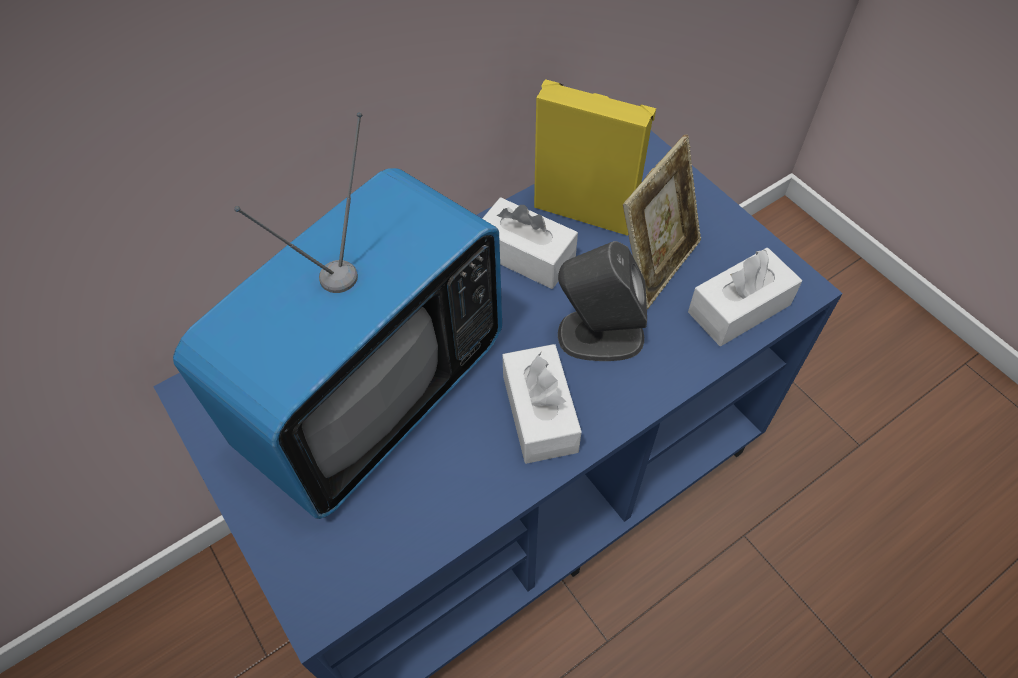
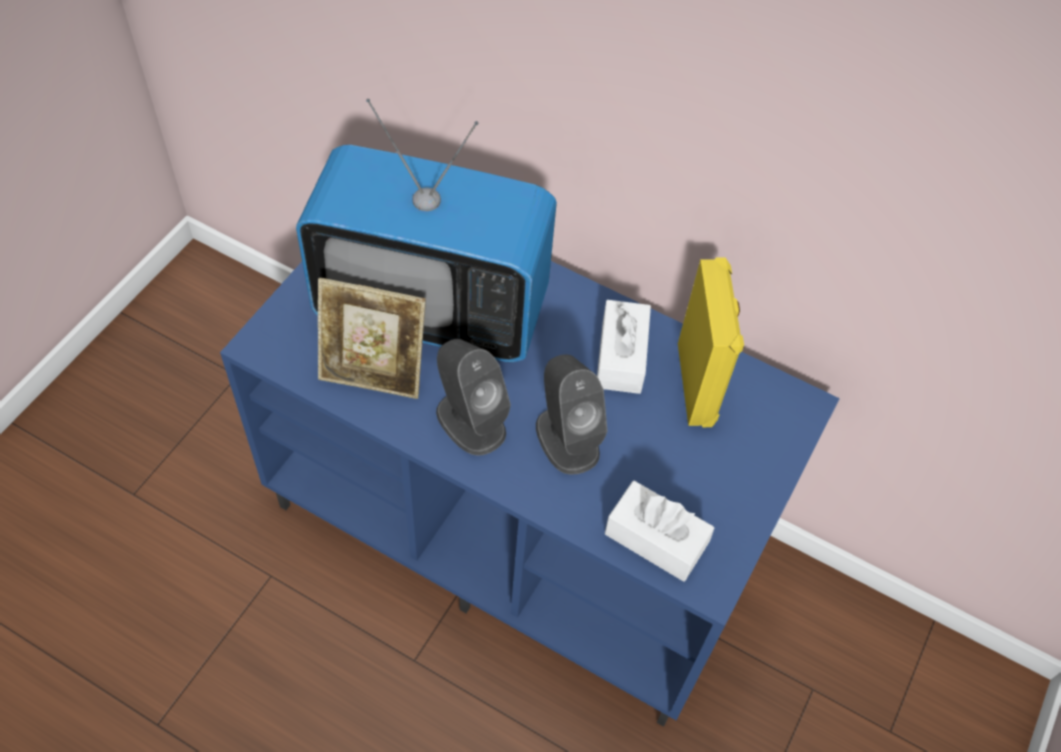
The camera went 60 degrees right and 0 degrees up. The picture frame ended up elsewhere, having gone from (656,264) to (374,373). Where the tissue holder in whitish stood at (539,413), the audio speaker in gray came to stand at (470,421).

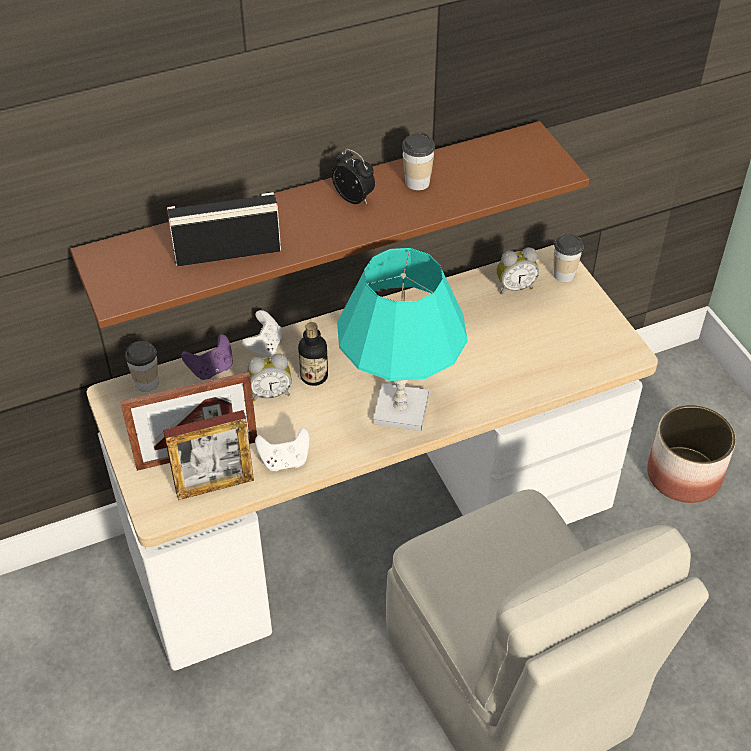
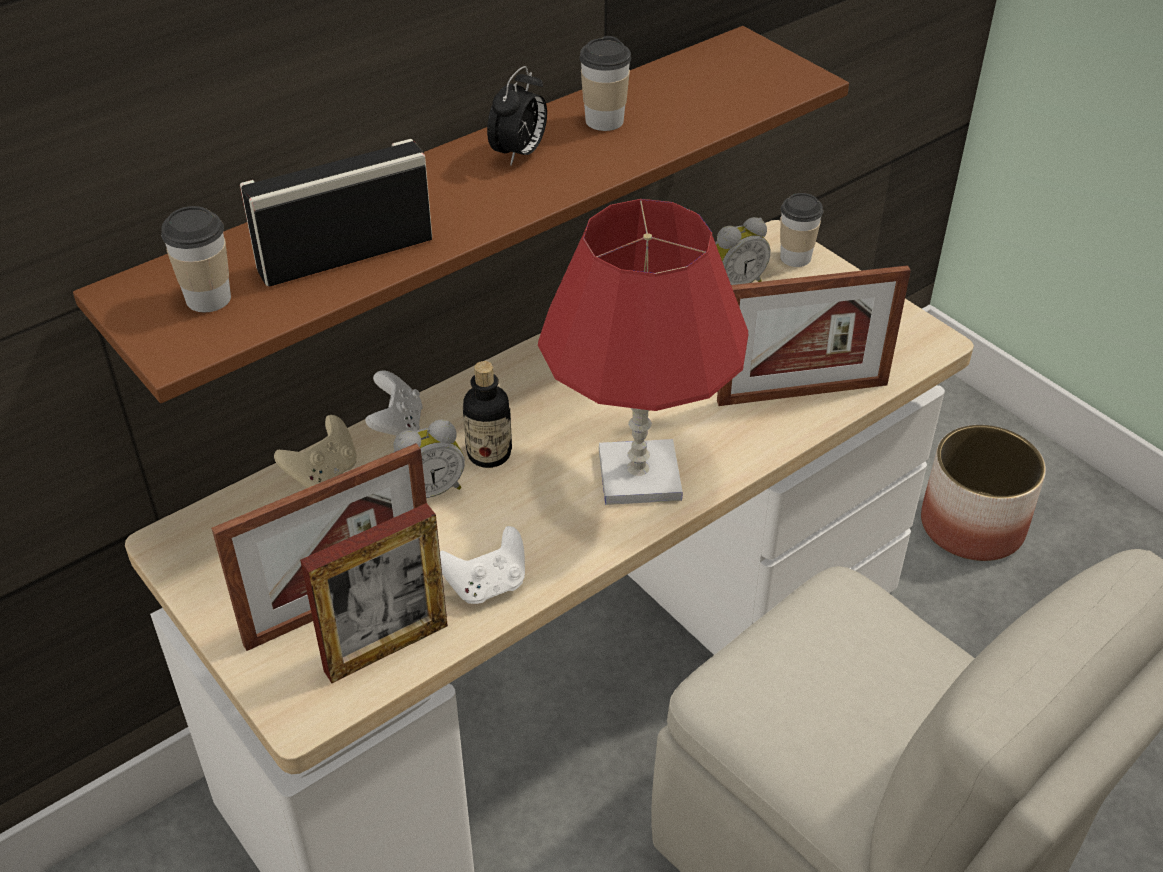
The camera went 15 degrees left and 5 degrees down. The small cup ended up elsewhere, having gone from (147,383) to (208,298). What was the joypad in purplish at (211,369) turned into the joypad in beige-coloured at (323,473). The table clock at (355,198) ended up facing another way, 90 degrees clockwise from before. What was the tabletop lamp in turquoise at (400,409) turned into the tabletop lamp in red at (638,476). The second view gained the picture frame at (802,393).

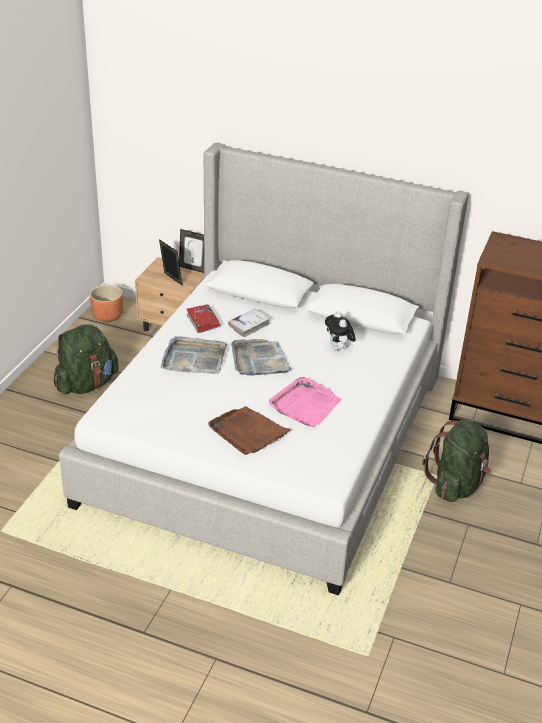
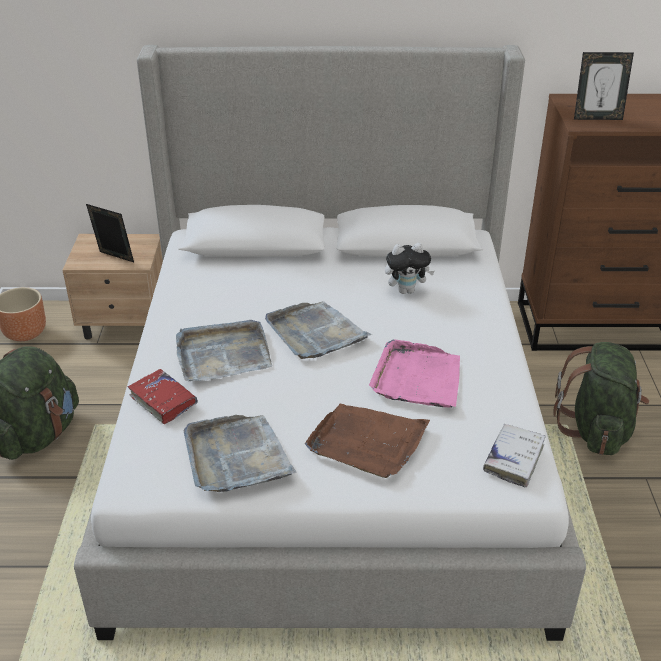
The camera went 20 degrees left and 0 degrees up. The bound book in red ended up elsewhere, having gone from (203,322) to (163,401). The second view gained the serving tray in gray at (236,457). The soft toy at (338,348) ended up facing another way, 60 degrees counterclockwise from before. The bound book in whitish ended up elsewhere, having gone from (249,326) to (514,459). The picture frame ended up elsewhere, having gone from (193,268) to (597,118).

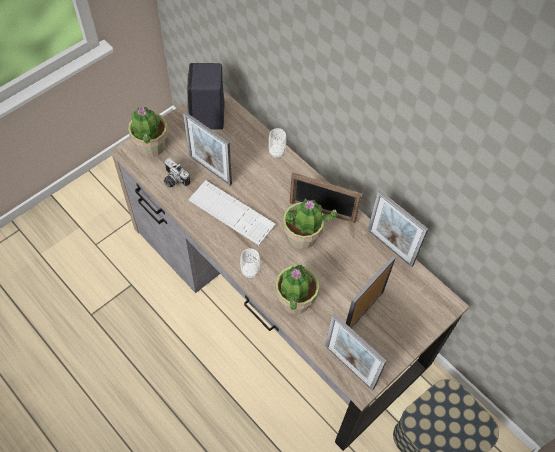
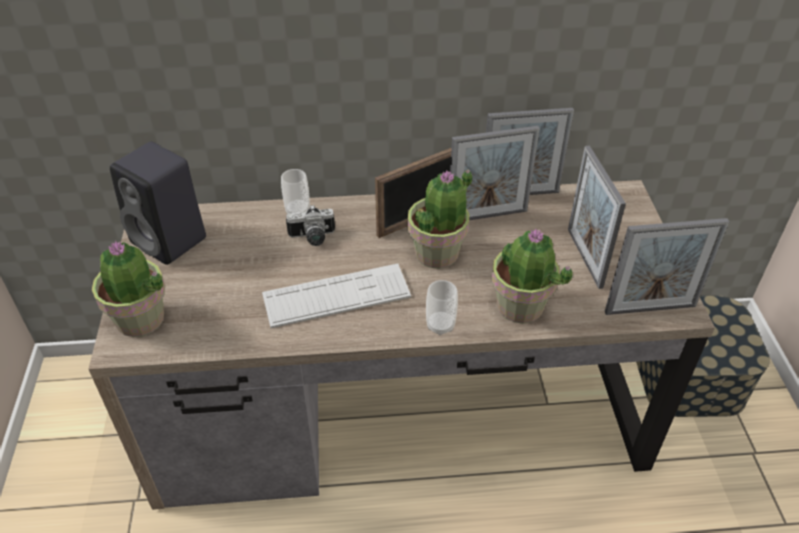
The camera went 50 degrees left and 15 degrees down. The still camera ended up elsewhere, having gone from (173,180) to (312,238). The picture frame ended up elsewhere, having gone from (210,169) to (487,216).

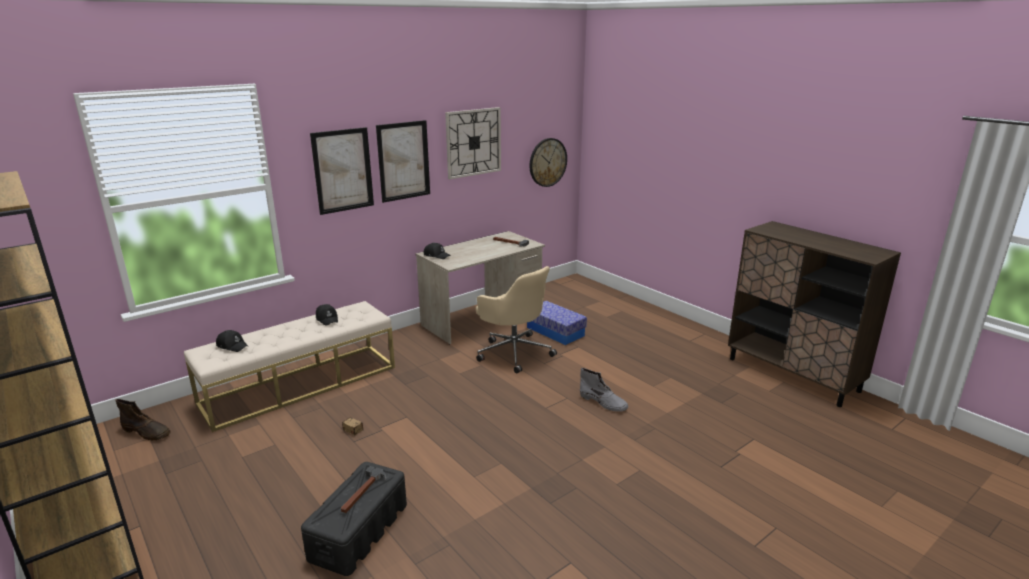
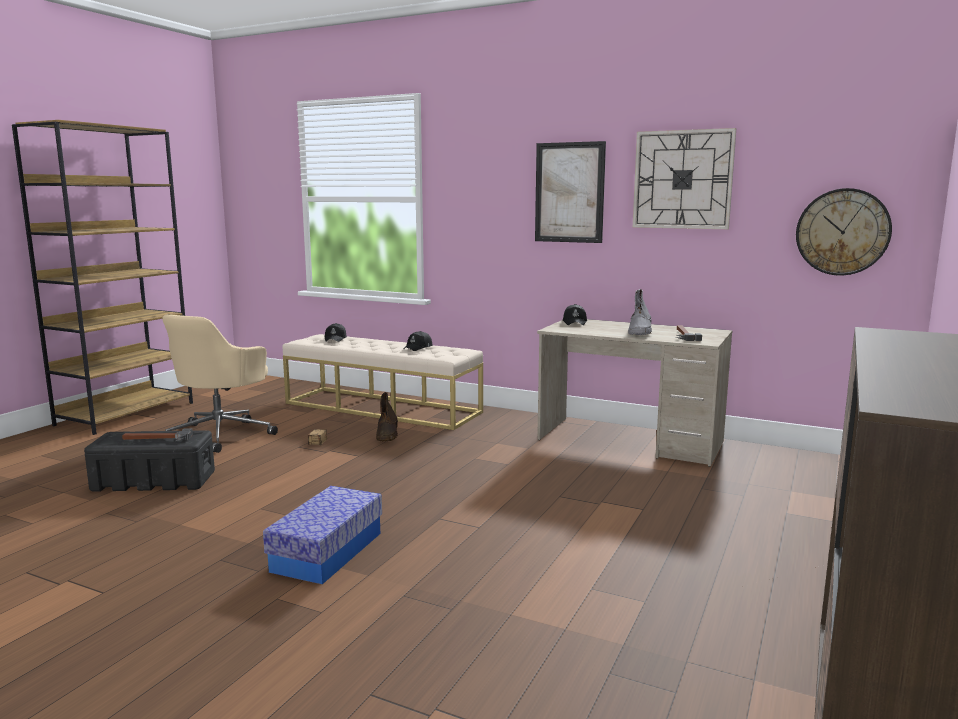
The camera went 65 degrees right and 10 degrees down. The desk chair in beige-coloured ended up elsewhere, having gone from (514,352) to (221,434). The storage container ended up elsewhere, having gone from (555,331) to (327,552). The high-top boot in brown-coloured ended up elsewhere, having gone from (147,432) to (387,434). The high-top boot in gray ended up elsewhere, having gone from (603,402) to (640,332). The second view lost the wall art at (343,170).

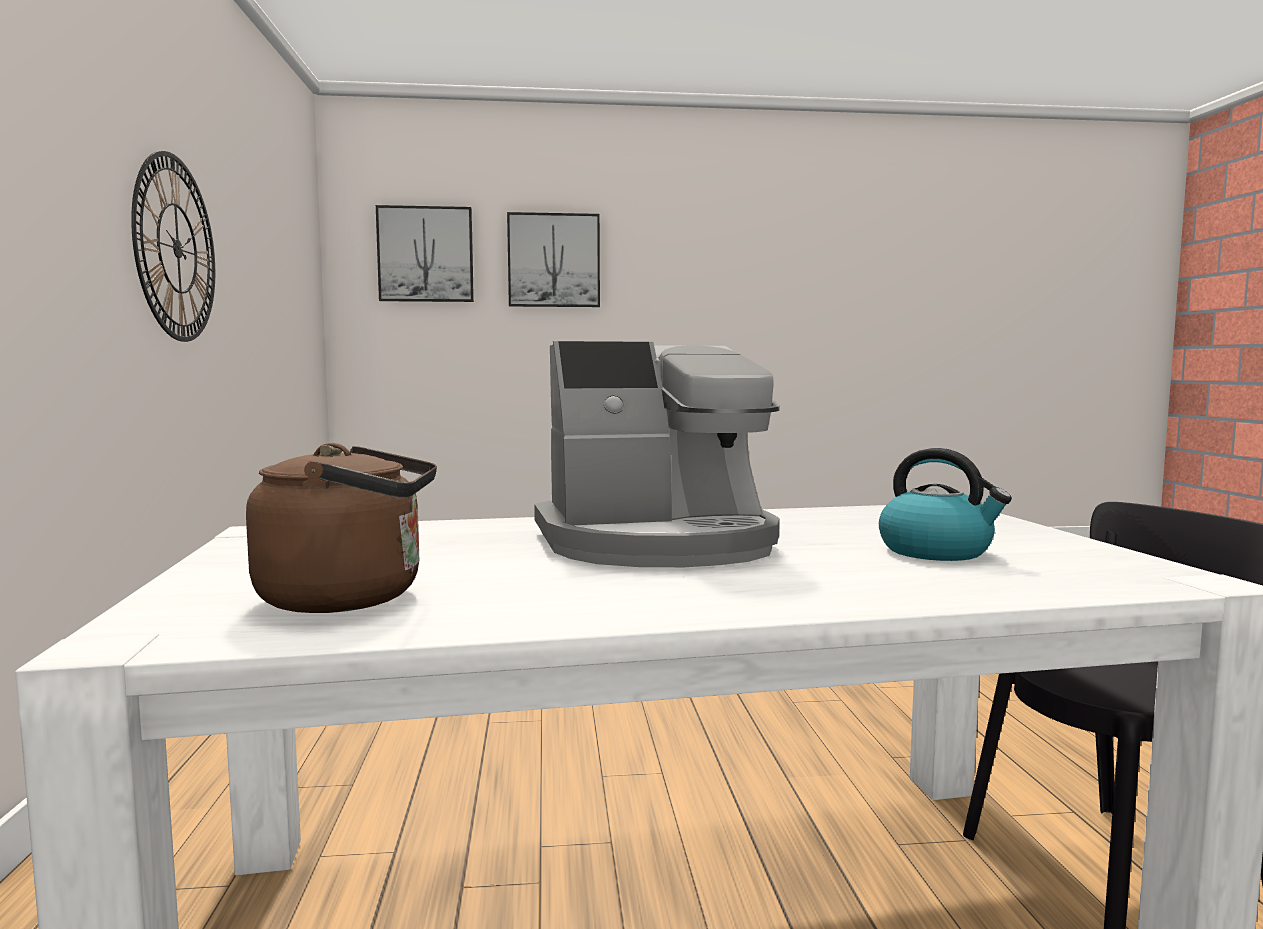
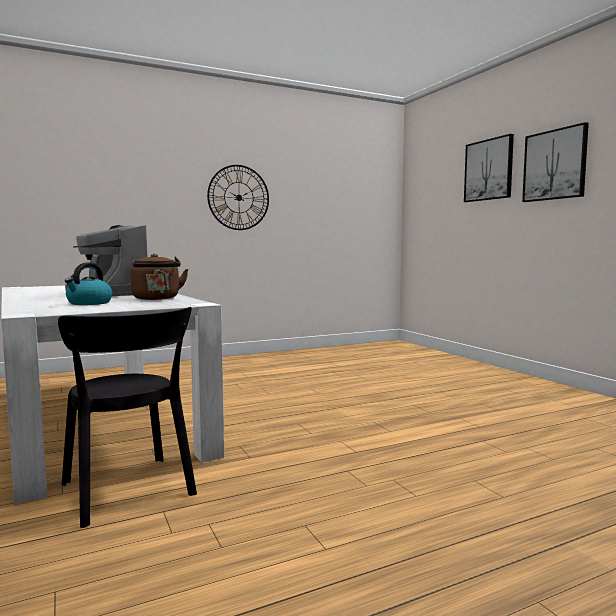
The camera went 70 degrees right and 0 degrees up. The kettle in brown-coloured ended up elsewhere, having gone from (352,598) to (157,299). The wall art ended up elsewhere, having gone from (425,254) to (555,165).

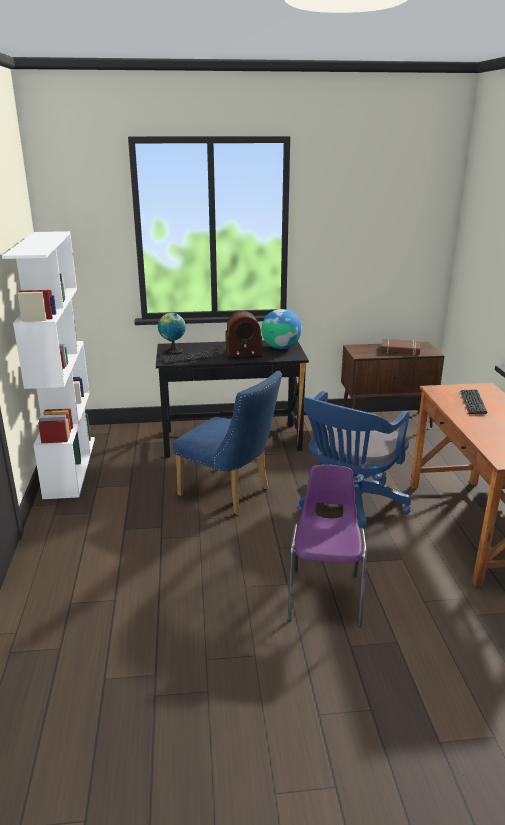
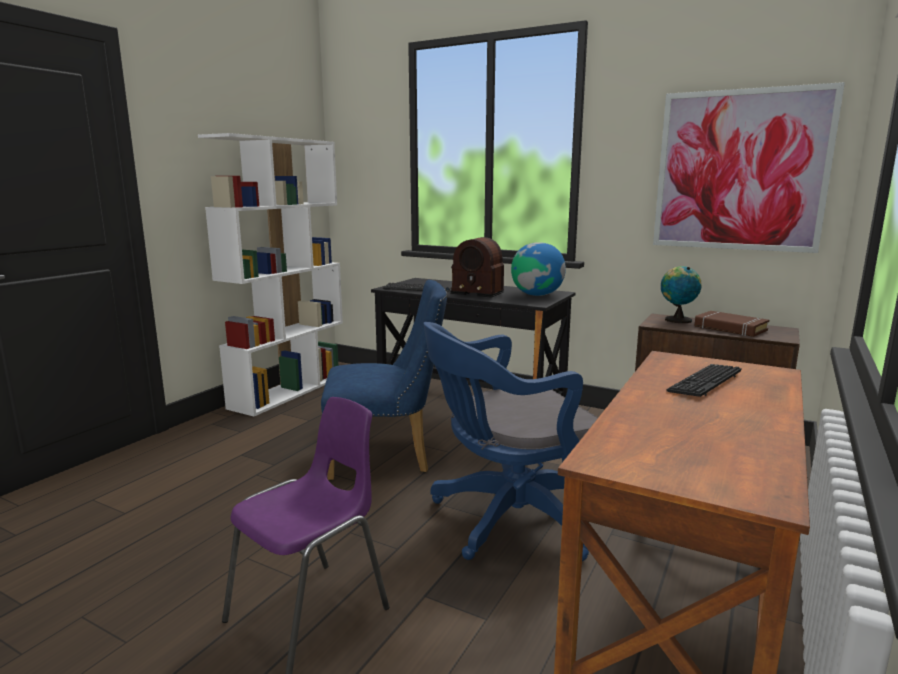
The camera went 35 degrees right and 10 degrees down. The upright chair in blue-coloured at (230,494) ended up facing another way, 75 degrees counterclockwise from before. The second view gained the wall art at (740,171). The desk globe ended up elsewhere, having gone from (172,351) to (676,320).

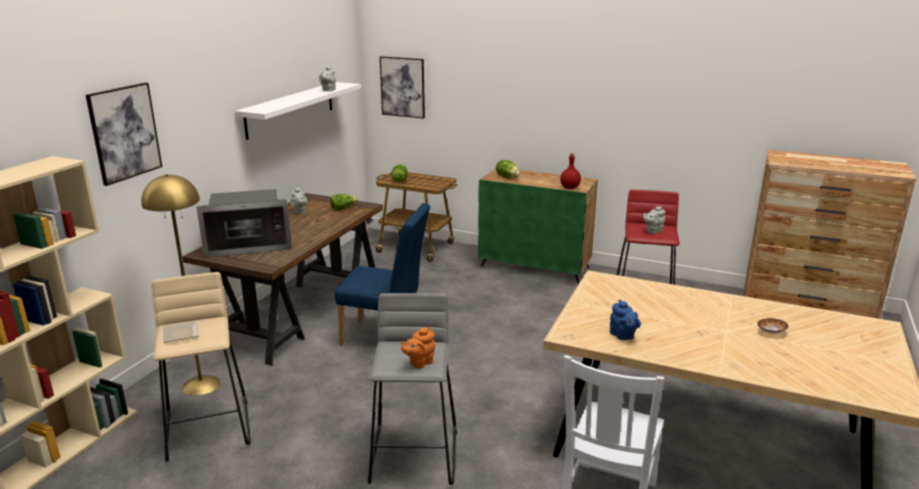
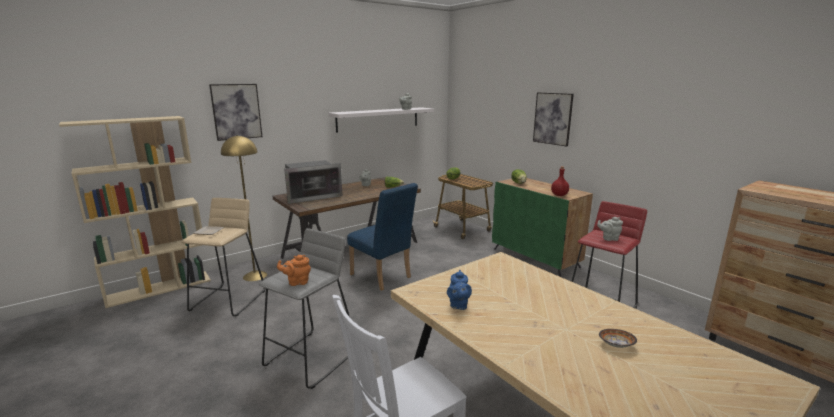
The camera went 30 degrees right and 5 degrees down. The microwave oven at (249,245) ended up facing another way, 45 degrees counterclockwise from before. The wall art ended up elsewhere, having gone from (403,87) to (552,118).

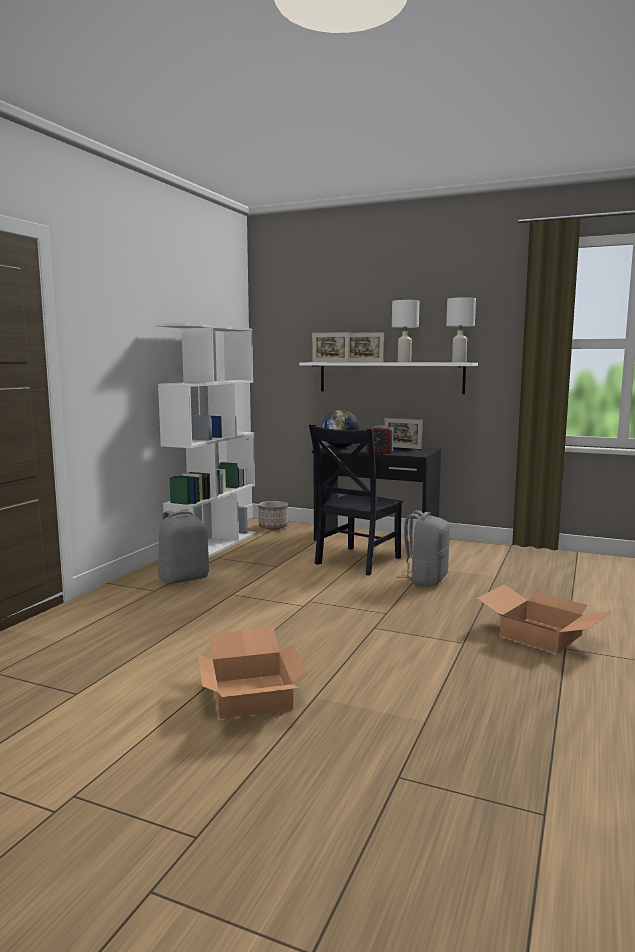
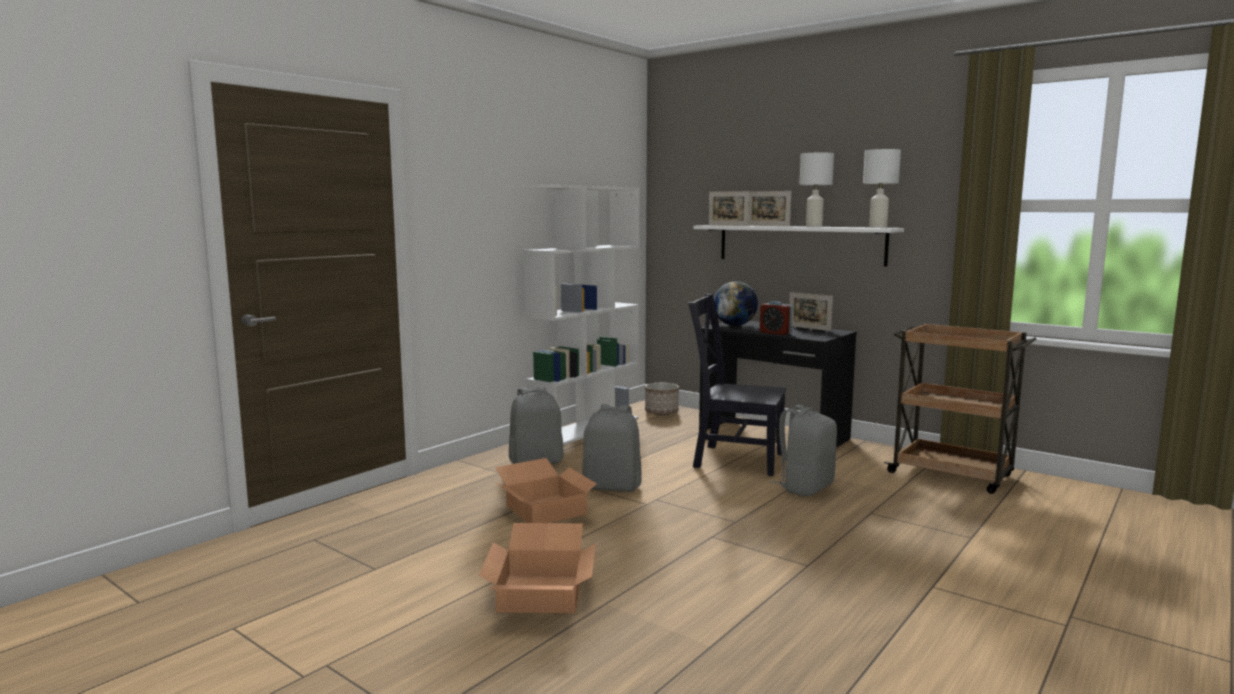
The camera went 15 degrees right and 0 degrees up. The cardboard box ended up elsewhere, having gone from (542,635) to (547,510). The second view gained the rucksack in gray at (612,487). The upright chair in black-coloured at (356,561) ended up facing another way, 60 degrees clockwise from before. The second view gained the trolley in brown-coloured at (952,475).

